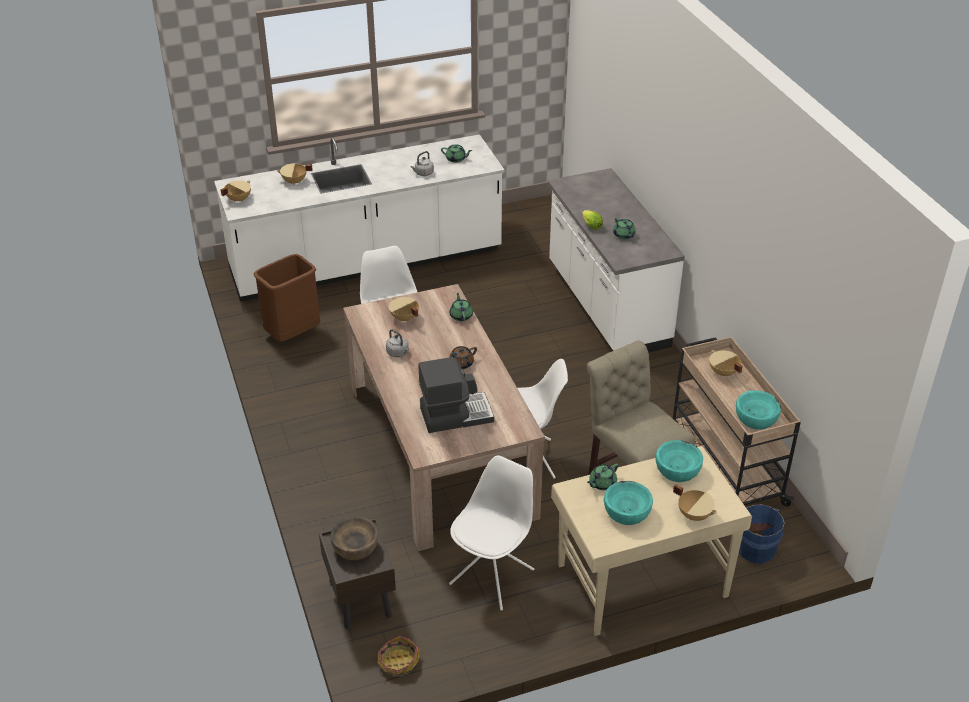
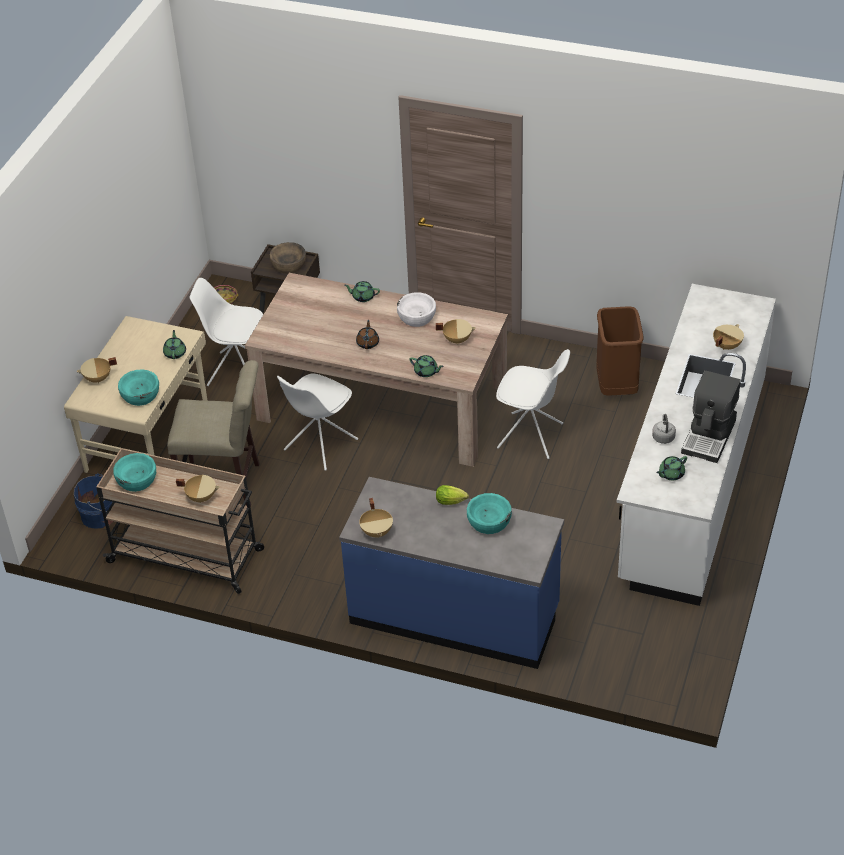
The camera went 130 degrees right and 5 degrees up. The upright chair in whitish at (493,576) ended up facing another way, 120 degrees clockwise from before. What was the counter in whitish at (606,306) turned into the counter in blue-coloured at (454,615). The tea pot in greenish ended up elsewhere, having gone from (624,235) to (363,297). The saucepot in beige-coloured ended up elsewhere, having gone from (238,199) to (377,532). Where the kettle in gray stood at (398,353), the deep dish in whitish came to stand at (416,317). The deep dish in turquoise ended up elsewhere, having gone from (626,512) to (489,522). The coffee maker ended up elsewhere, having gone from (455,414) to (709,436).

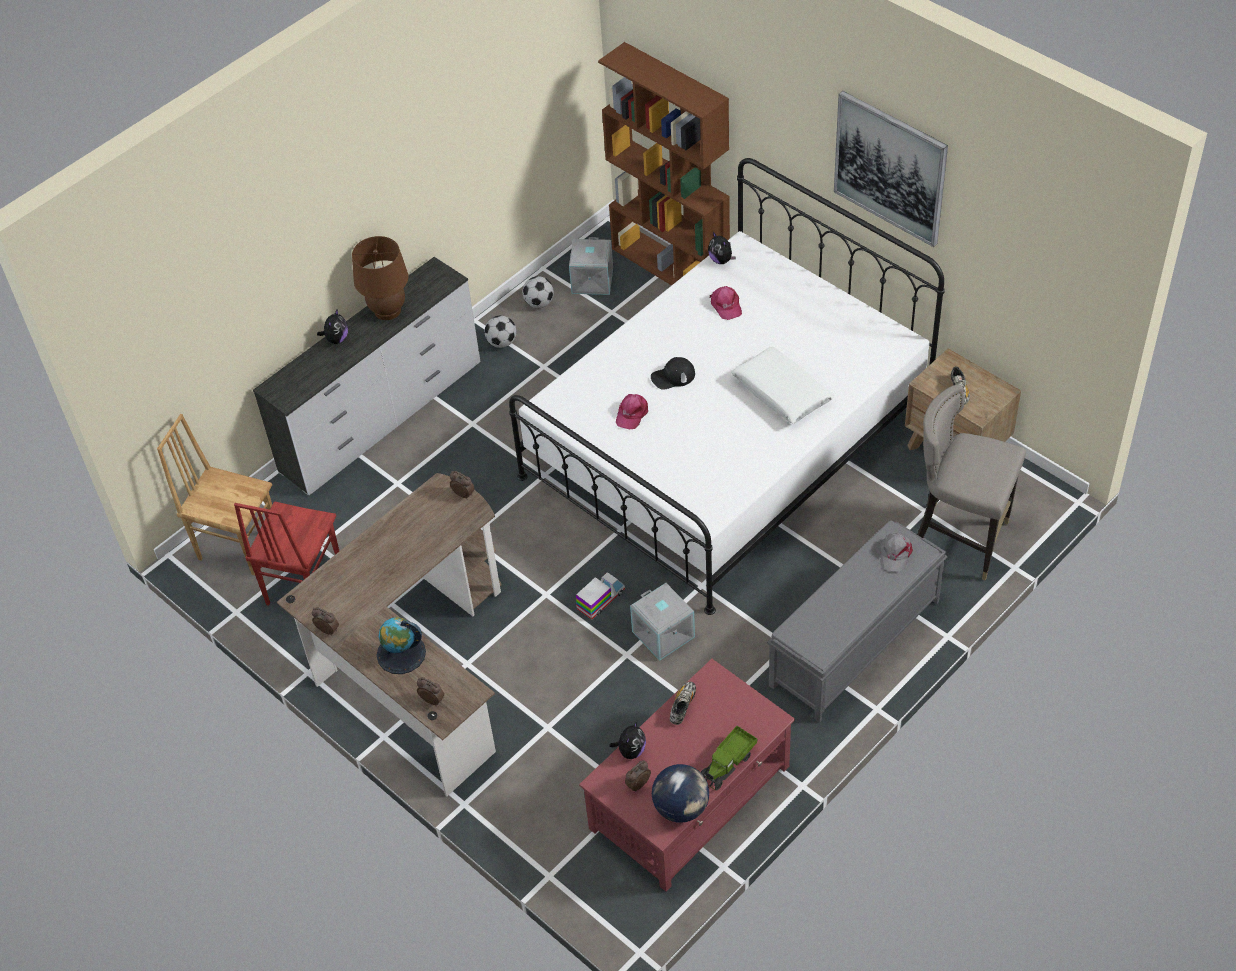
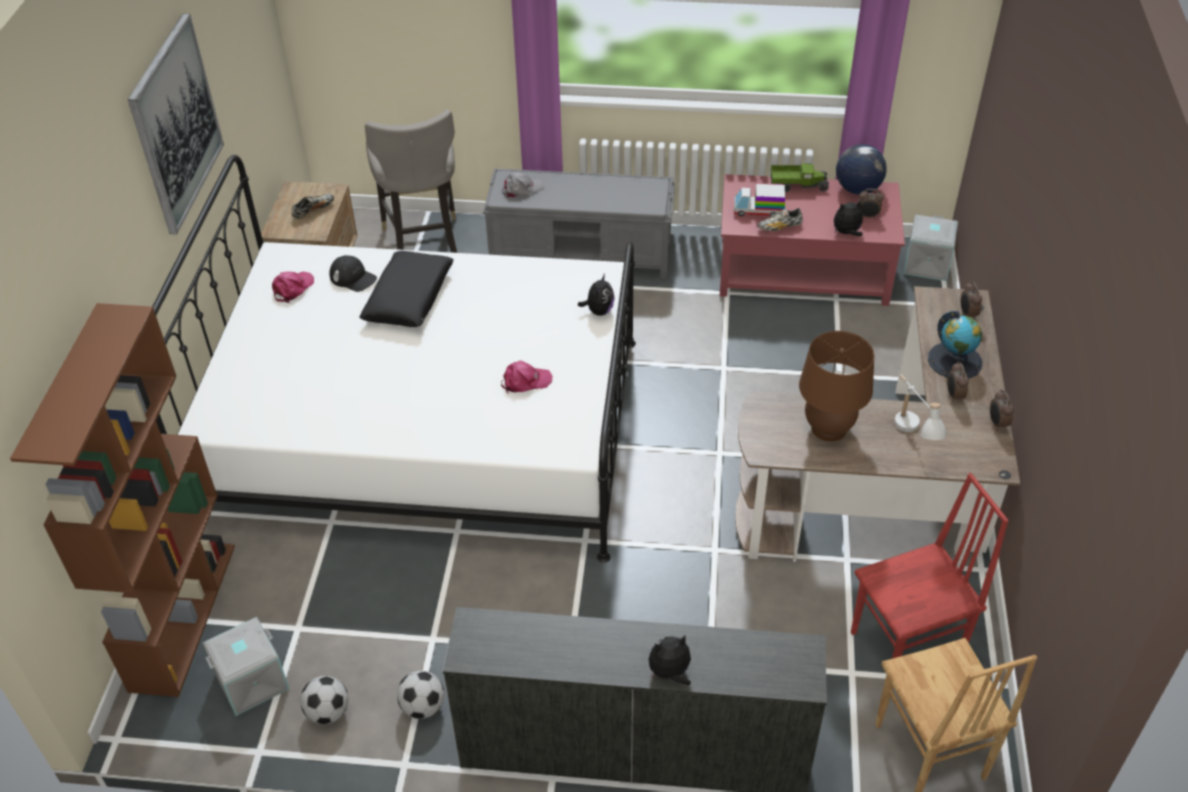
The camera went 130 degrees left and 5 degrees down. The cap in pinkish ended up elsewhere, having gone from (726,305) to (293,288). The cap in black-coloured ended up elsewhere, having gone from (673,376) to (353,278). What was the throw pillow in whitish at (781,392) turned into the throw pillow in black-coloured at (409,298). The soft toy ended up elsewhere, having gone from (721,260) to (598,311). The toy lorry ended up elsewhere, having gone from (601,600) to (759,210). The tabletop lamp in brown-coloured ended up elsewhere, having gone from (387,310) to (828,428). The second view gained the tabletop lamp in whitish at (911,436). The storage container in gray ended up elsewhere, having gone from (664,634) to (926,264). The table clock ended up elsewhere, having gone from (463,494) to (954,395).

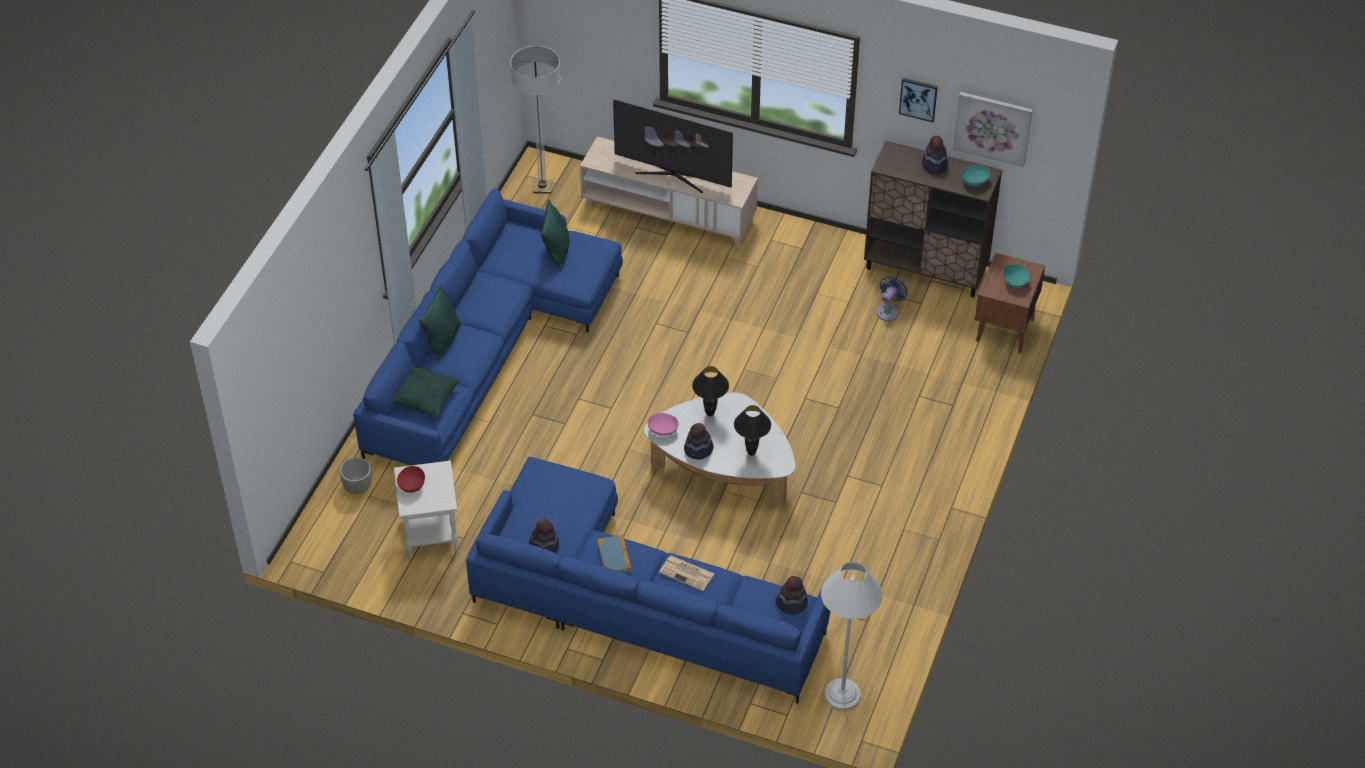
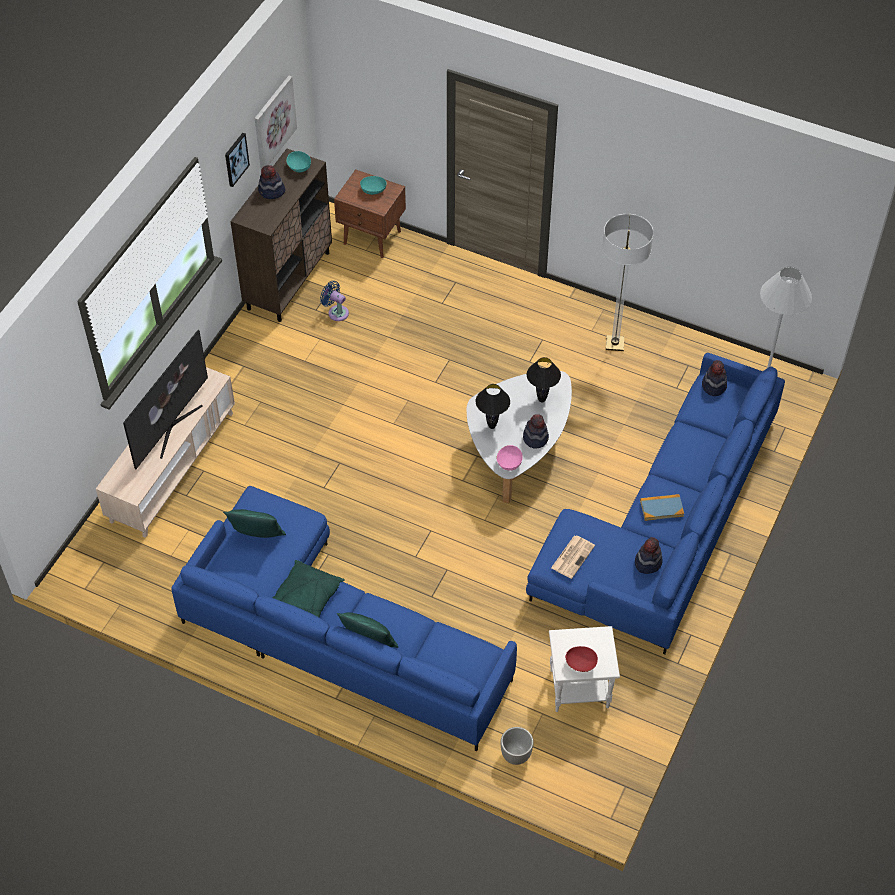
The camera went 85 degrees left and 5 degrees up. The throw pillow in greenish ended up elsewhere, having gone from (425,398) to (307,596). The printed paper ended up elsewhere, having gone from (687,573) to (573,556). The standard lamp ended up elsewhere, having gone from (542,187) to (614,344).

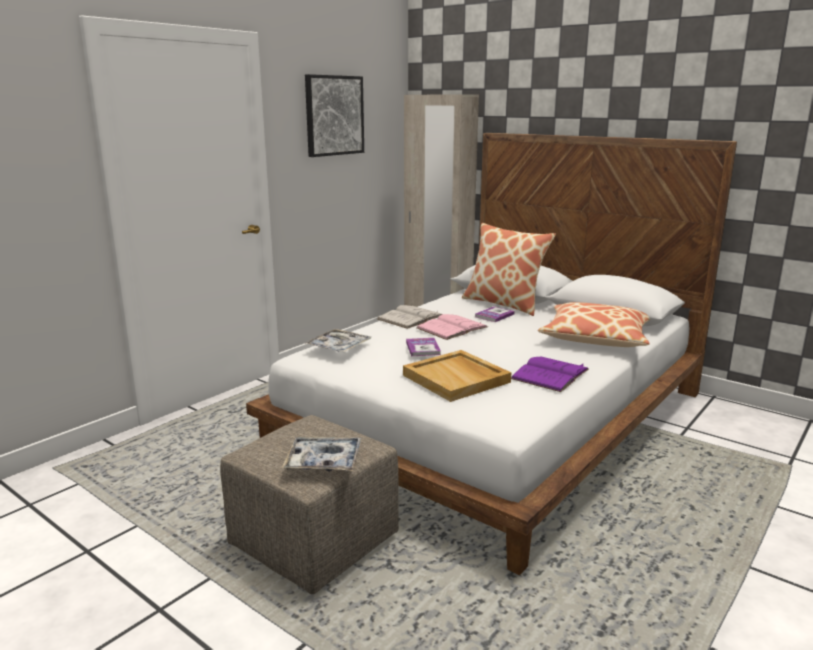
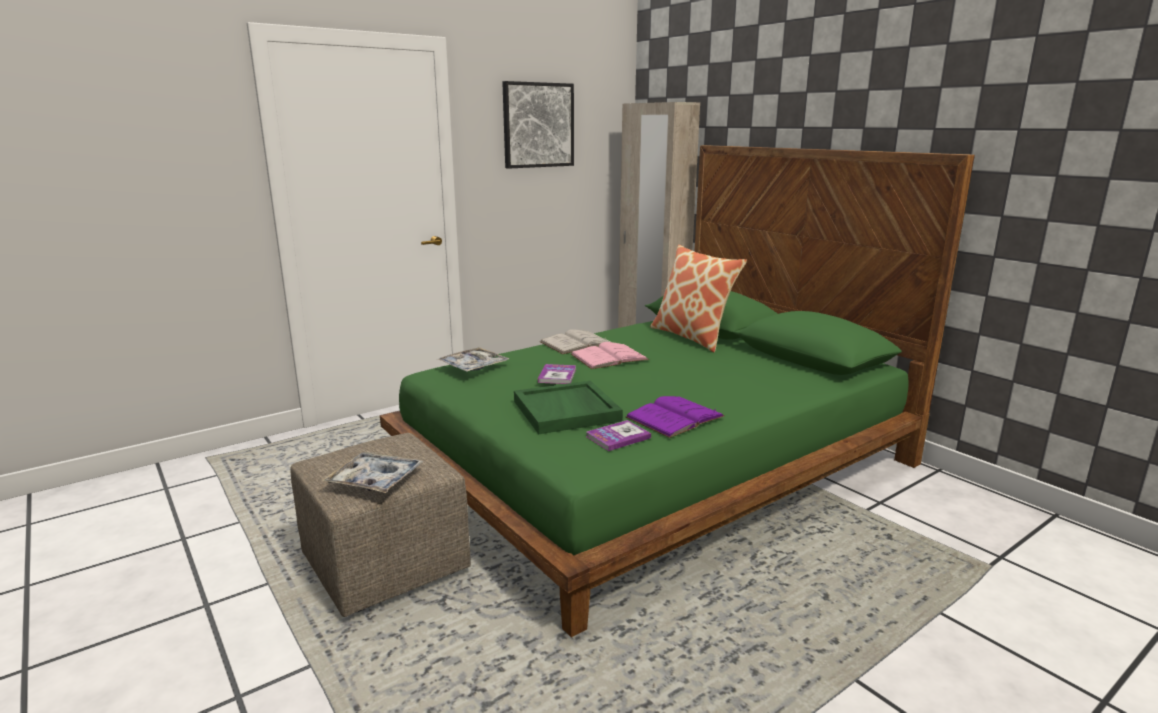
The camera went 15 degrees right and 0 degrees up. What was the sleeping bed in whitish at (495,420) turned into the sleeping bed in greenish at (654,465). What was the serving tray in beige-coloured at (457,379) turned into the serving tray in greenish at (567,411). The bound book ended up elsewhere, having gone from (494,315) to (618,437). The second view lost the throw pillow at (596,337).

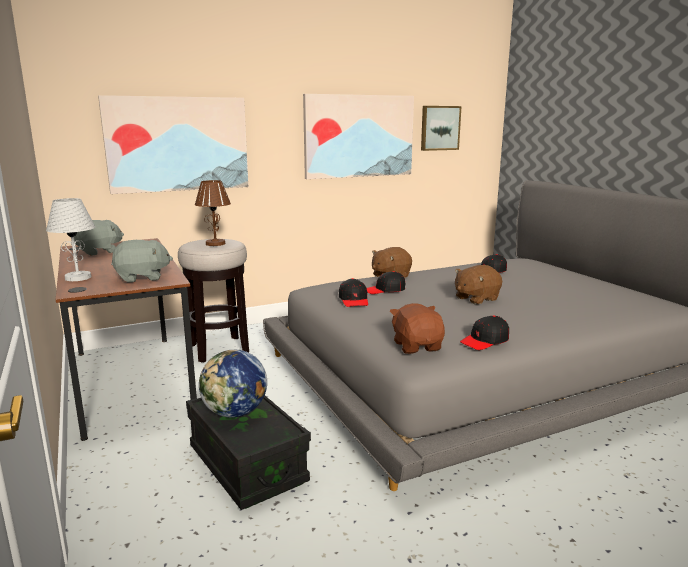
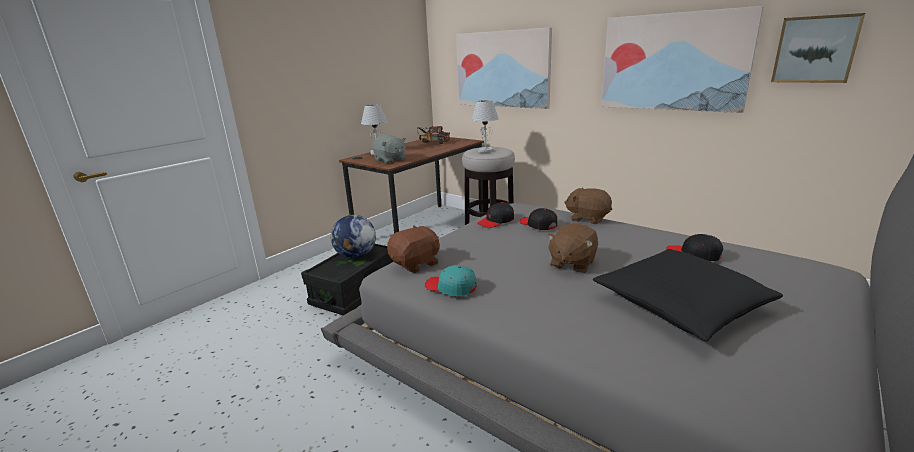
The camera went 65 degrees right and 5 degrees up. Where the soft toy in gray stood at (99,252), the toy lorry came to stand at (433,142). What was the cap in black-coloured at (485,341) turned into the cap in turquoise at (451,287). What was the tabletop lamp in brown-coloured at (216,243) turned into the tabletop lamp in whitish at (485,151). The soft toy in brown-coloured at (476,298) ended up facing another way, 90 degrees counterclockwise from before. The second view gained the throw pillow in black-coloured at (681,304).

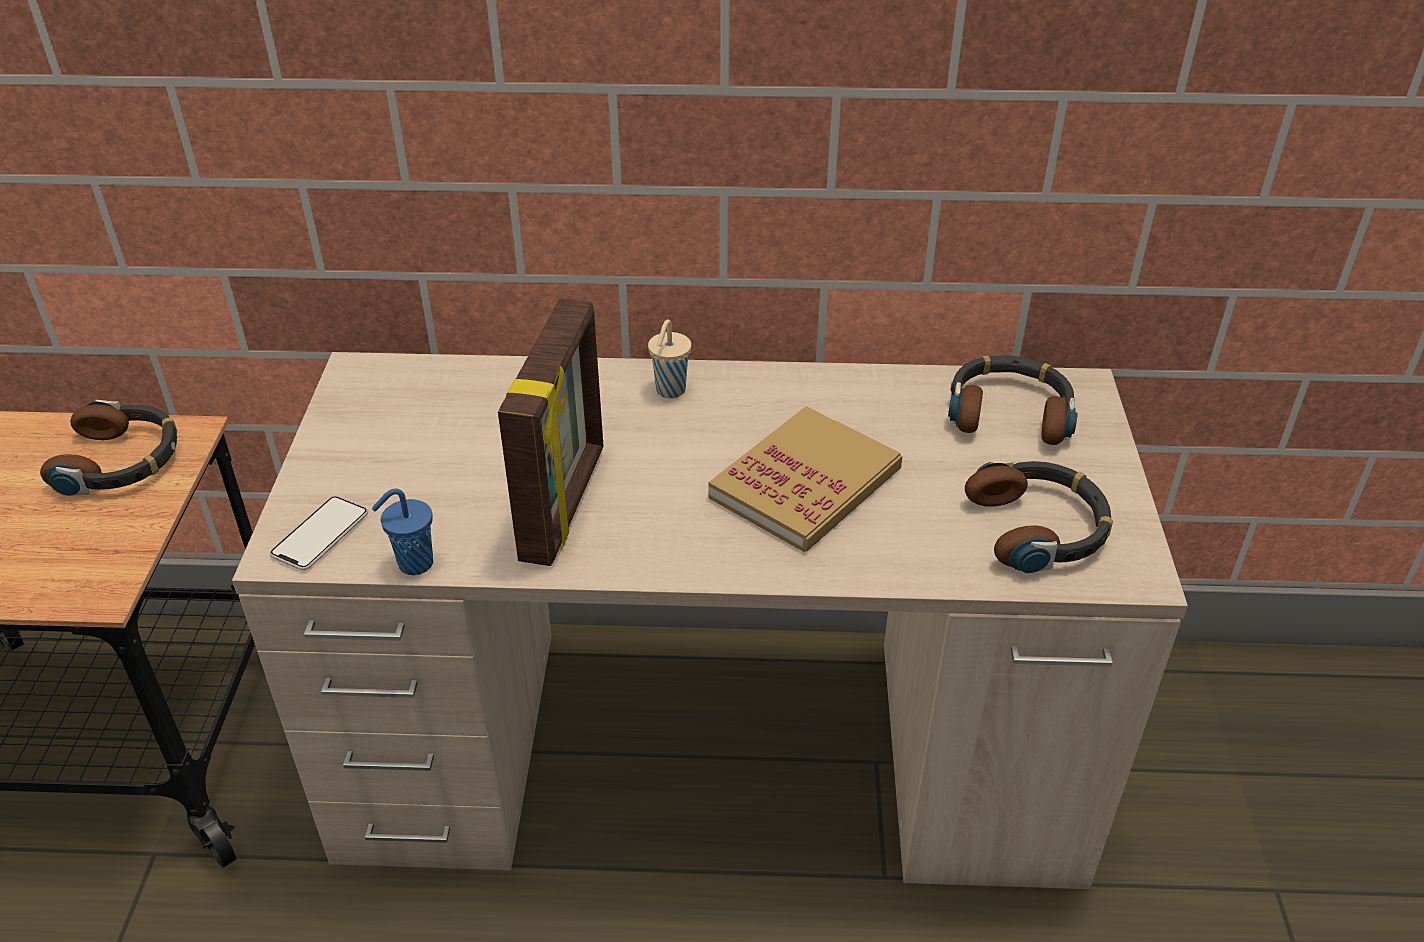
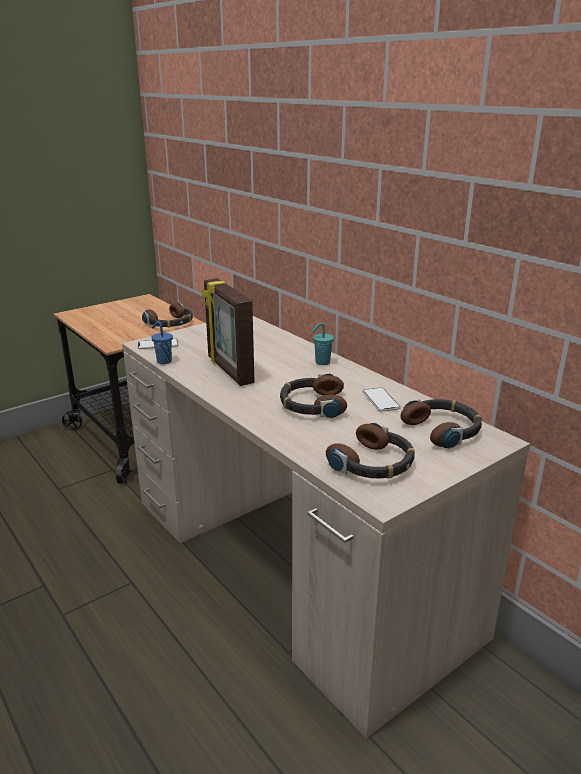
The camera went 50 degrees right and 15 degrees down. The picture frame at (566,504) ended up facing another way, 90 degrees clockwise from before. Where the bound book stood at (805,483), the headset came to stand at (312,405). What was the small cup in beige-coloured at (669,391) turned into the small cup in turquoise at (321,362). The second view gained the phone at (380,400).

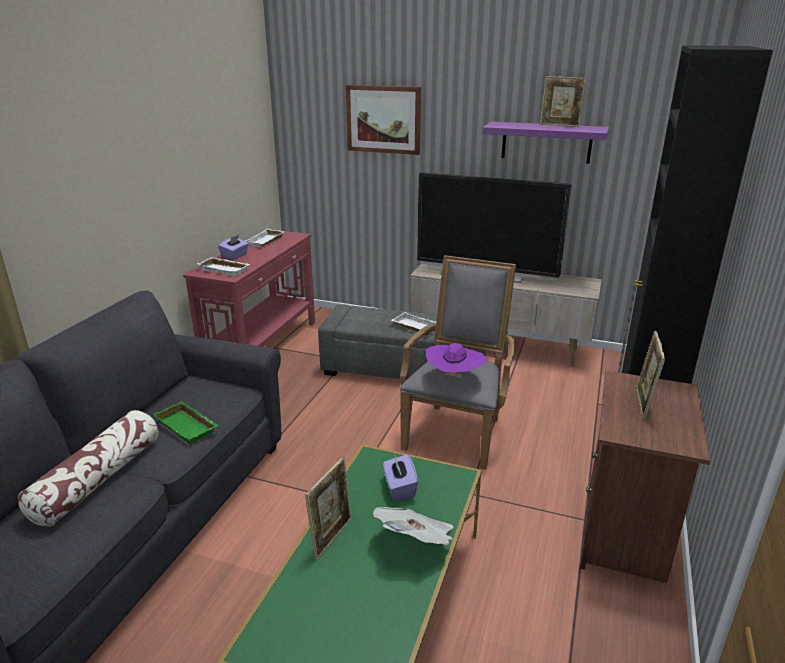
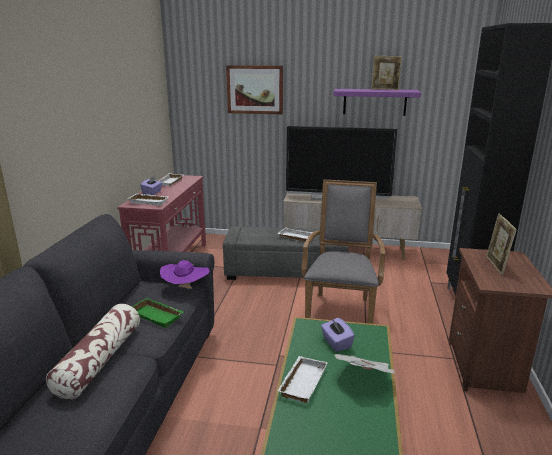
The camera went 10 degrees left and 5 degrees down. The wearable hat in purplish ended up elsewhere, having gone from (454,378) to (185,289). Where the picture frame stood at (331,537), the serving tray in whitish came to stand at (301,381).

